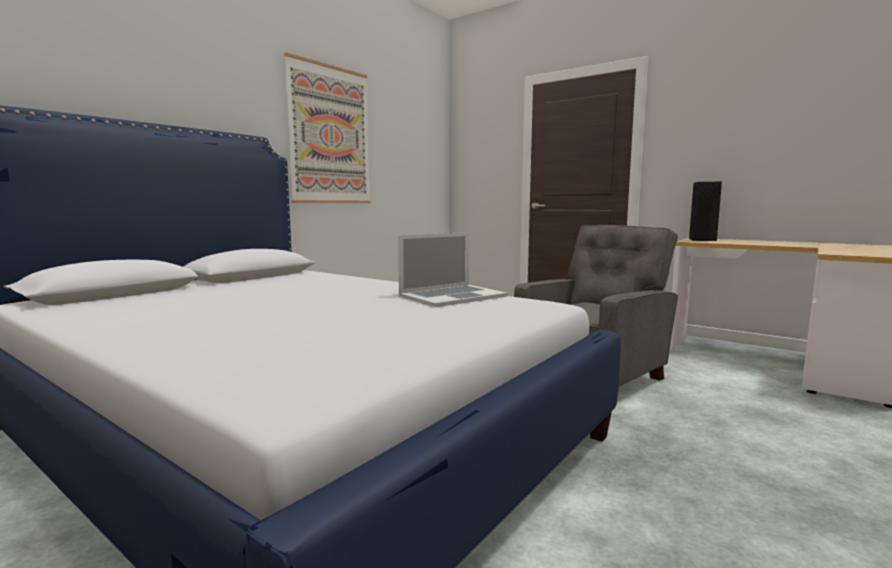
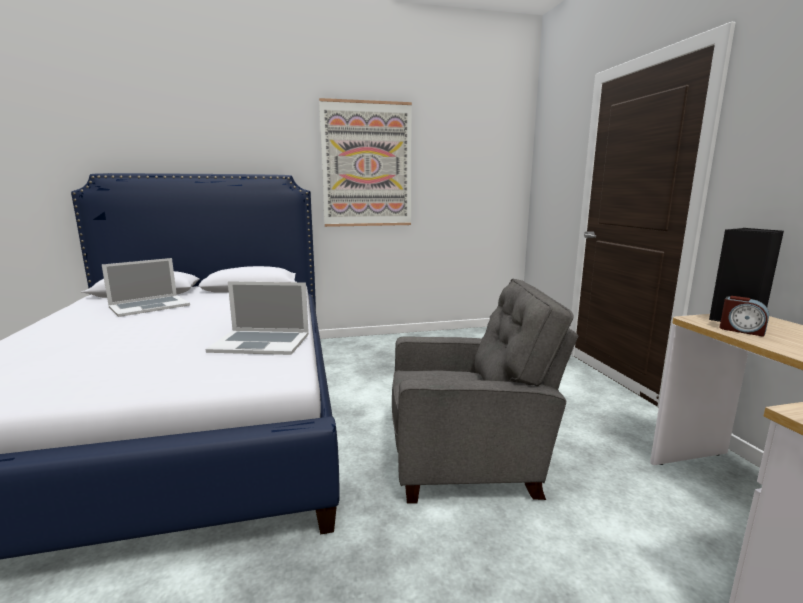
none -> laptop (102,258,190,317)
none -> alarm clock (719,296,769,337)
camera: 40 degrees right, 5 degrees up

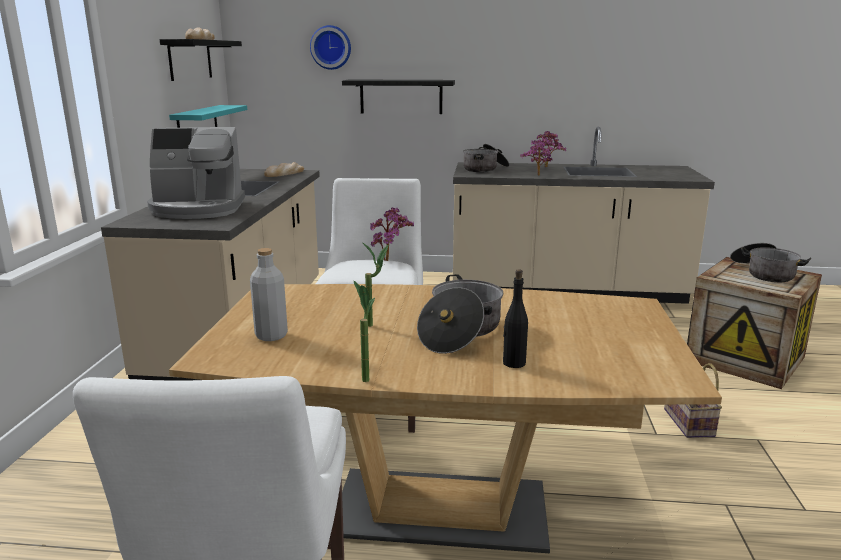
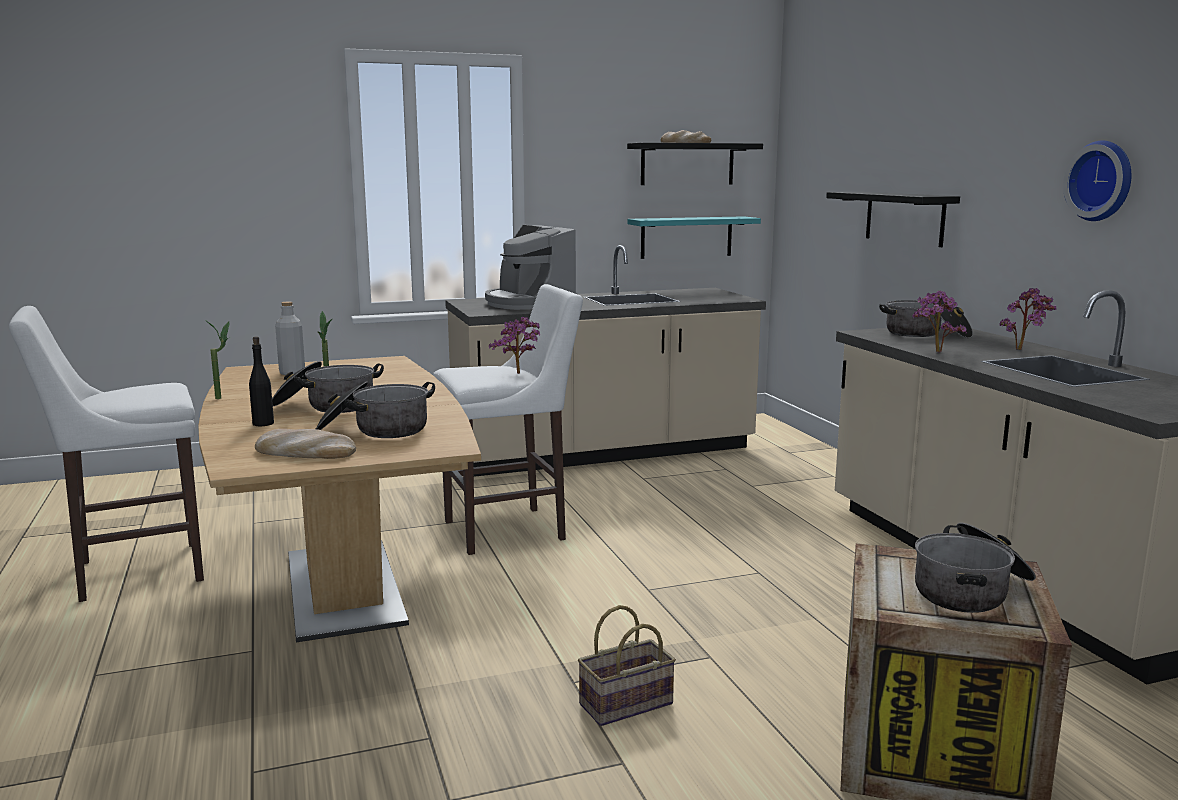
bread (264,162,304,177) -> bread (255,429,356,459), relocated
none -> cooking pot (316,381,435,438)
wall clock (310,25,351,70) -> wall clock (1063,140,1131,221), relocated
camera: 65 degrees right, 5 degrees down

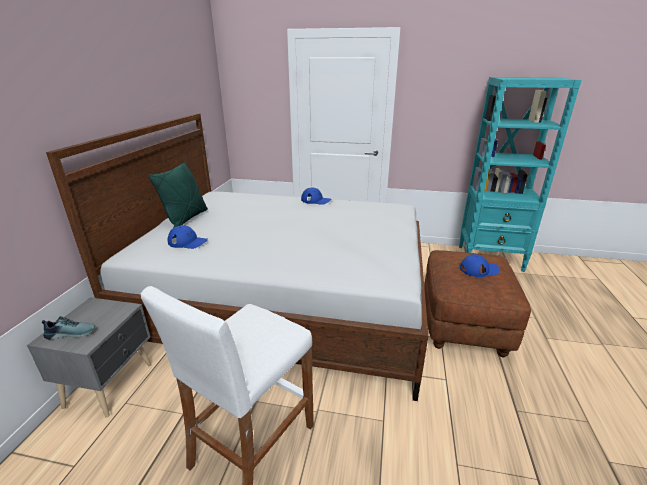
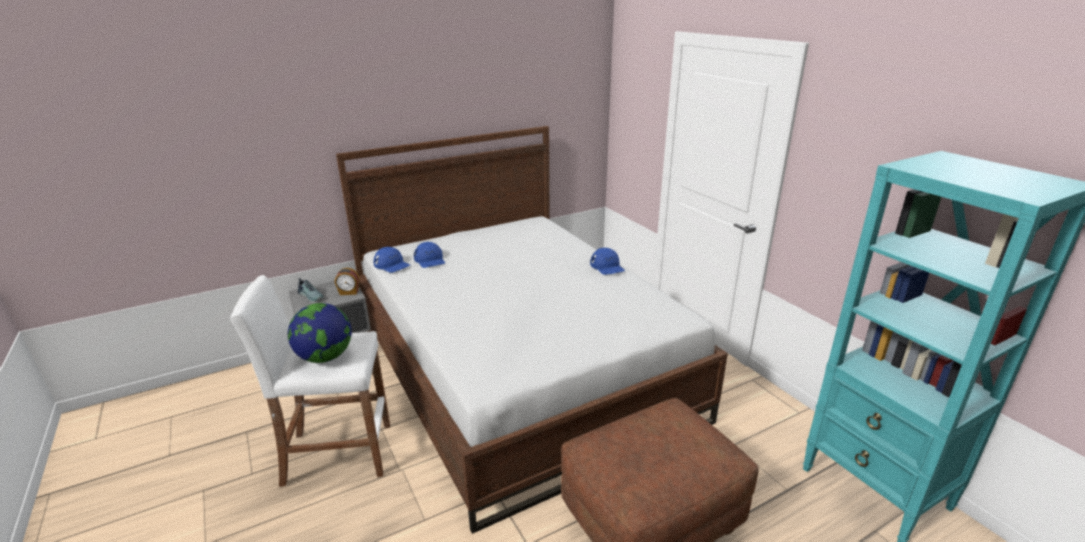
none -> globe (288,303,352,363)
none -> alarm clock (335,268,359,295)
blue cap (460,254,500,277) -> blue cap (374,247,410,273), relocated
green pillow (148,162,208,227) -> none
camera: 50 degrees right, 0 degrees up

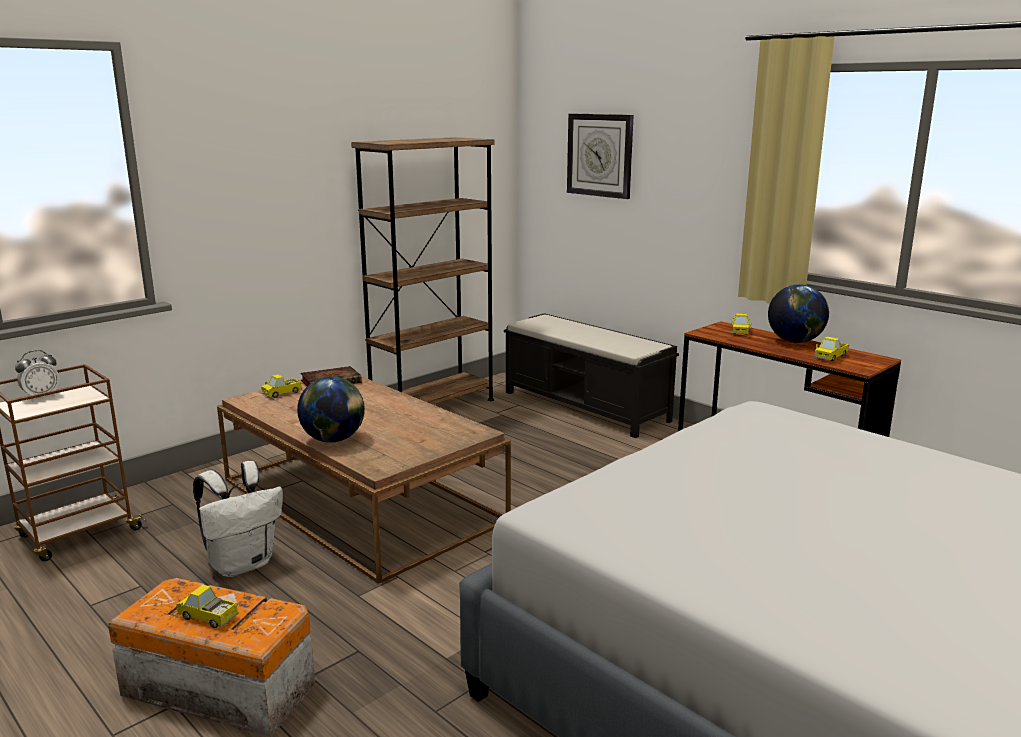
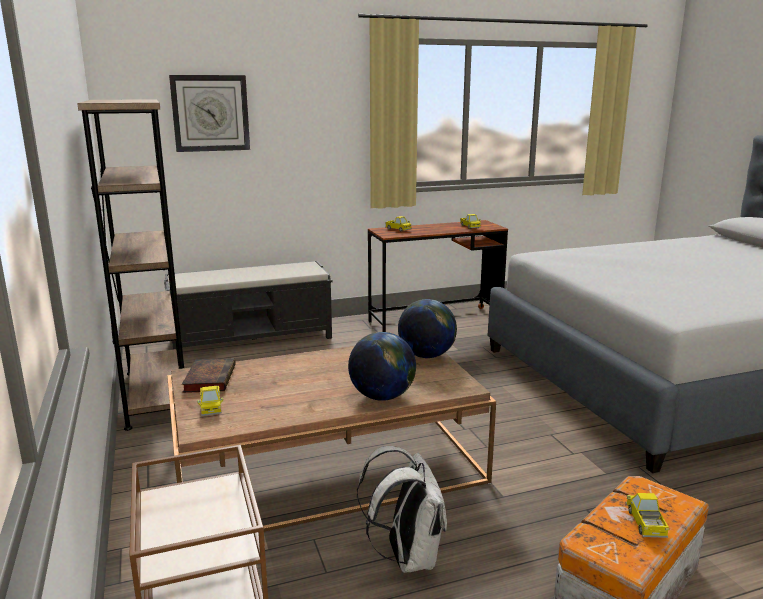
globe (768,284,829,343) -> globe (398,299,457,358), relocated
toy truck (176,585,238,628) -> toy truck (626,493,669,538), 135 degrees clockwise
alarm clock (15,350,60,401) -> none
camera: 65 degrees left, 0 degrees up

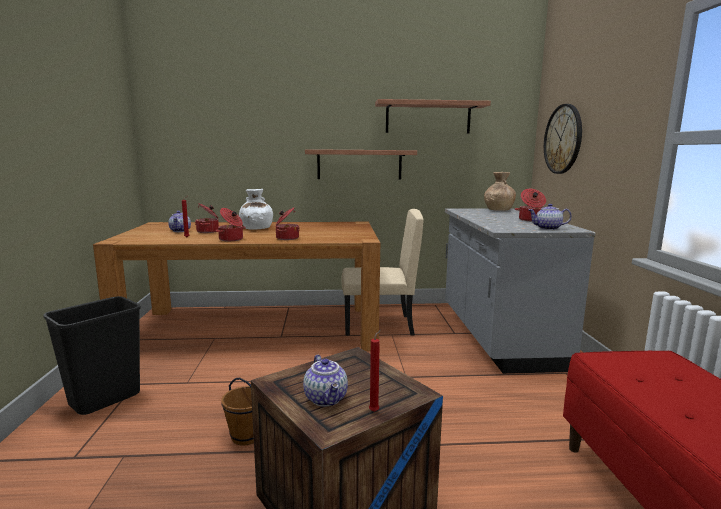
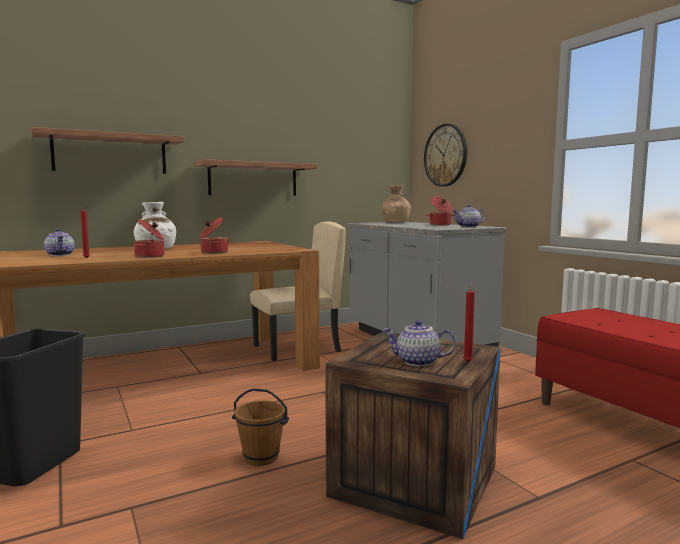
shelf (375,99,491,134) -> shelf (31,127,184,174), relocated
teapot (303,355,348,407) -> teapot (383,320,456,367), 150 degrees clockwise
cooking pot (195,203,219,233) -> none
camera: 25 degrees left, 5 degrees down

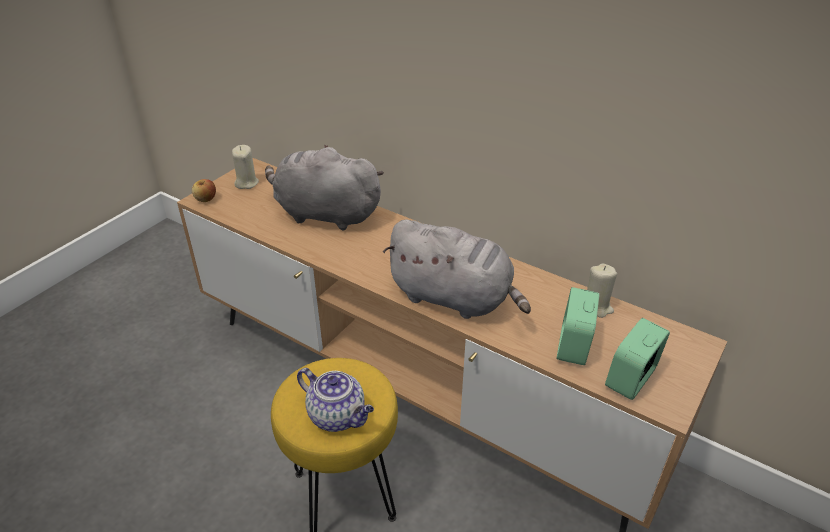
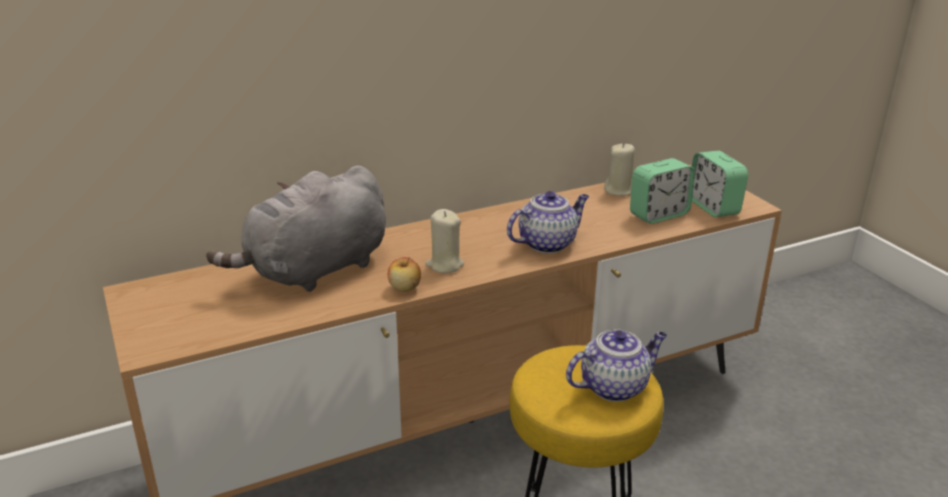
apple (192,179,216,202) -> apple (388,257,421,292), relocated
beige candle (232,145,259,189) -> beige candle (425,209,464,273), relocated
grey plush toy (383,219,531,319) -> teapot (507,191,589,253)
alarm clock (557,287,599,365) -> alarm clock (630,158,695,224), 75 degrees counterclockwise
camera: 60 degrees left, 10 degrees down

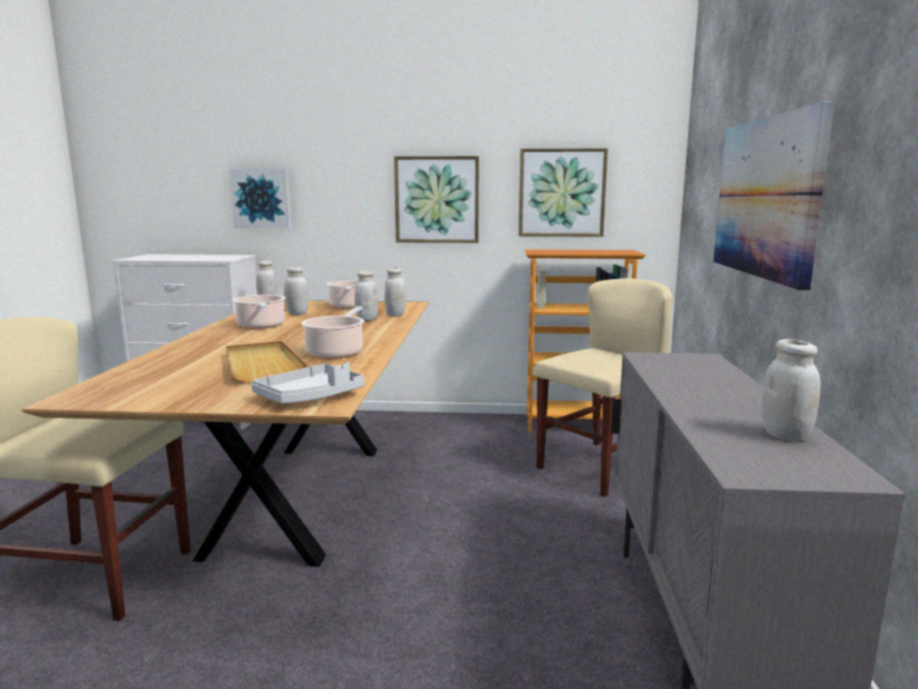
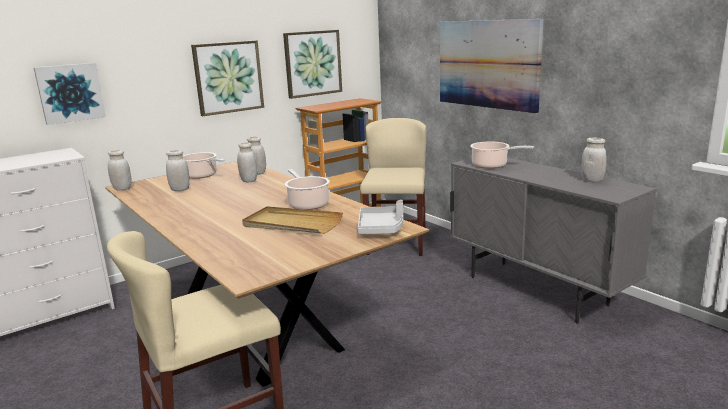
cooking pot (232,295,286,329) -> cooking pot (470,142,534,169), relocated
camera: 40 degrees left, 5 degrees up

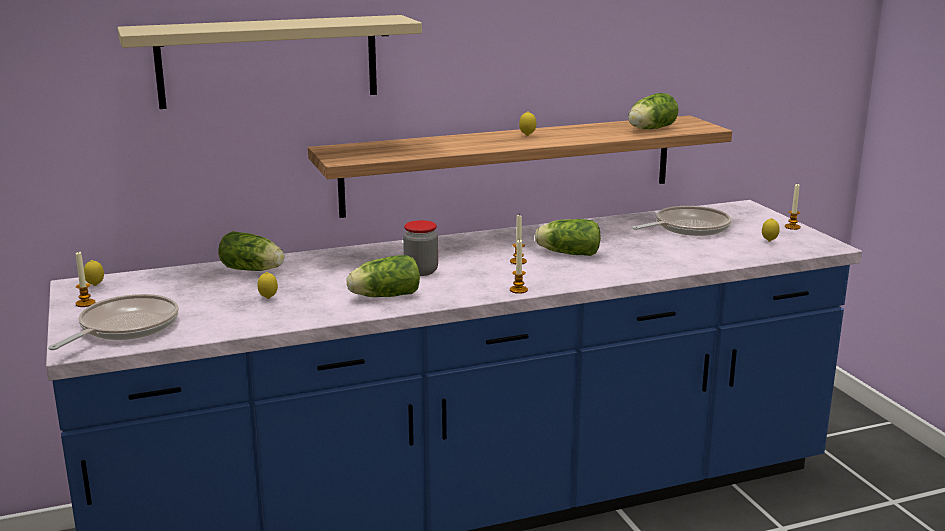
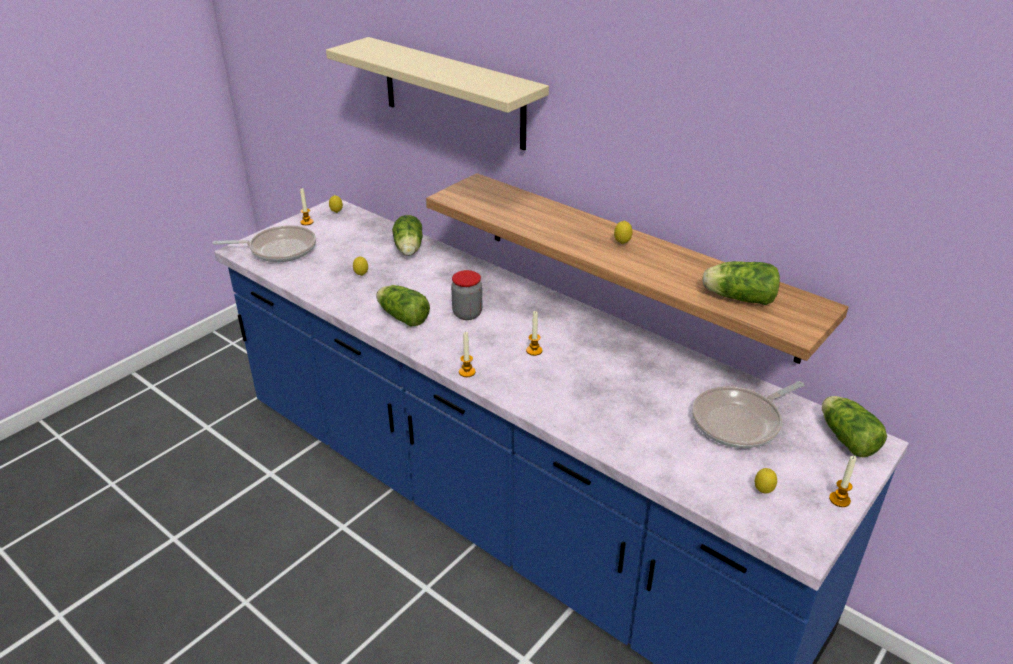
frying pan (632,206,732,236) -> frying pan (692,381,804,448), 120 degrees clockwise
lettuce (535,219,601,256) -> lettuce (822,396,887,457), relocated
camera: 60 degrees right, 15 degrees up

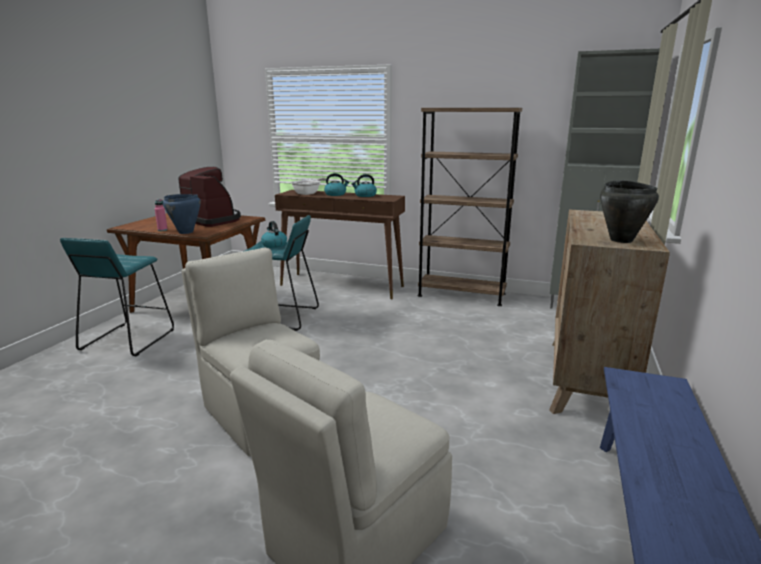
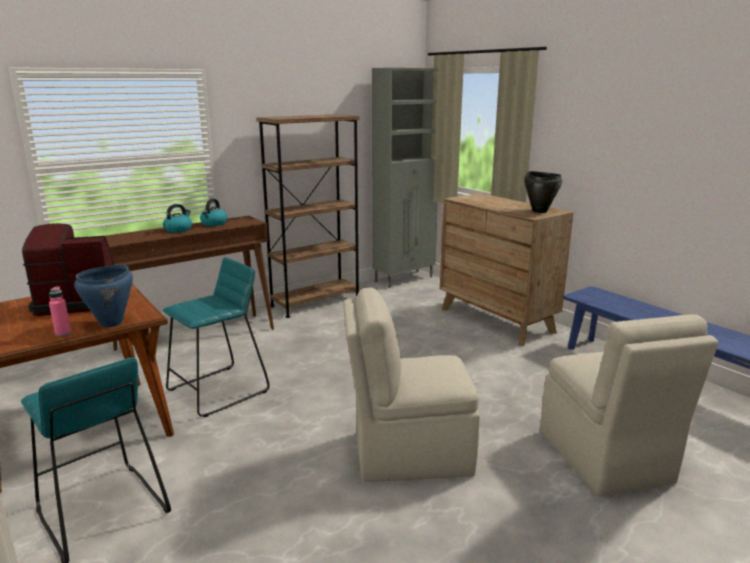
kettle (261,221,287,248) -> none
frying pan (291,178,326,195) -> none
camera: 55 degrees left, 0 degrees up

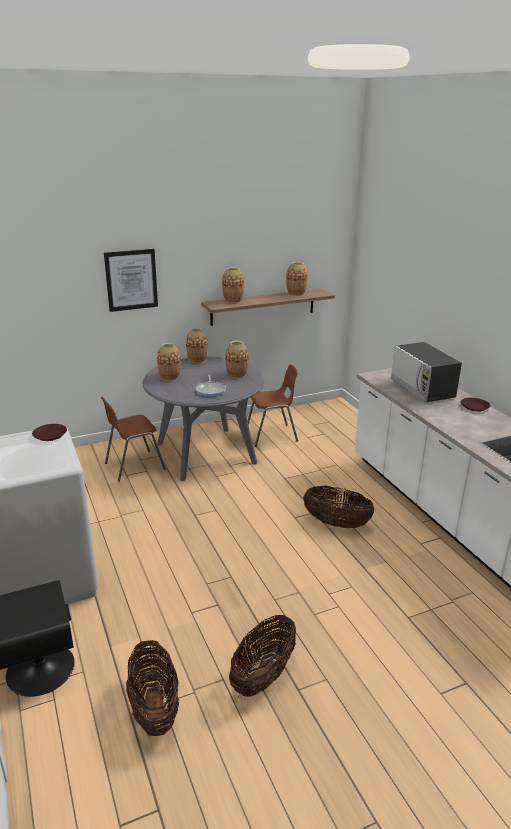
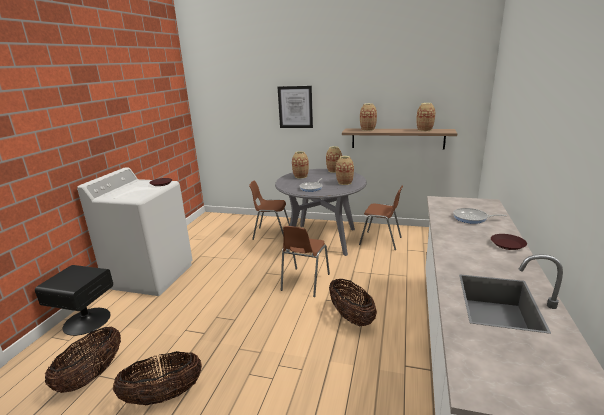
none -> brown chair (281,226,330,297)
microwave (391,342,462,402) -> frying pan (453,208,507,224)
camera: 40 degrees right, 5 degrees down

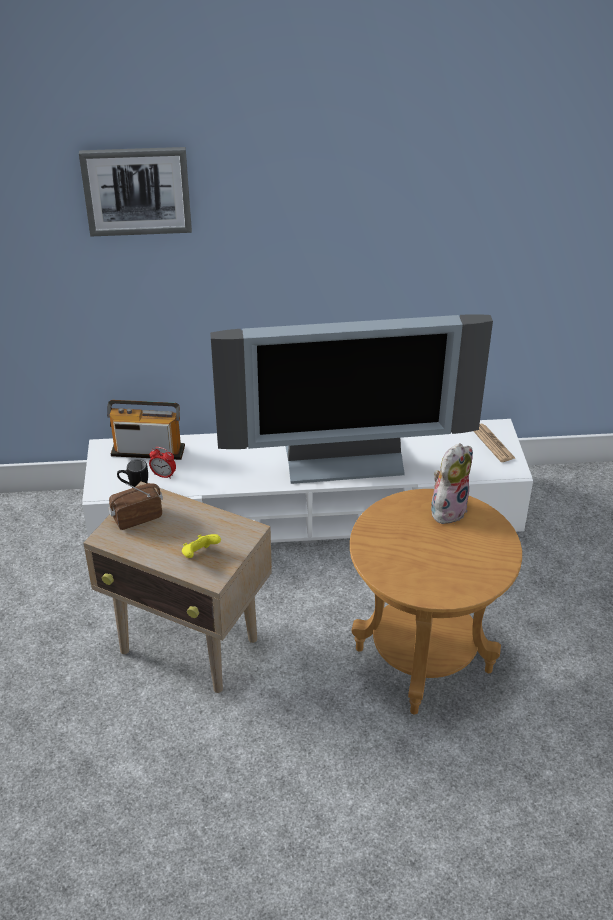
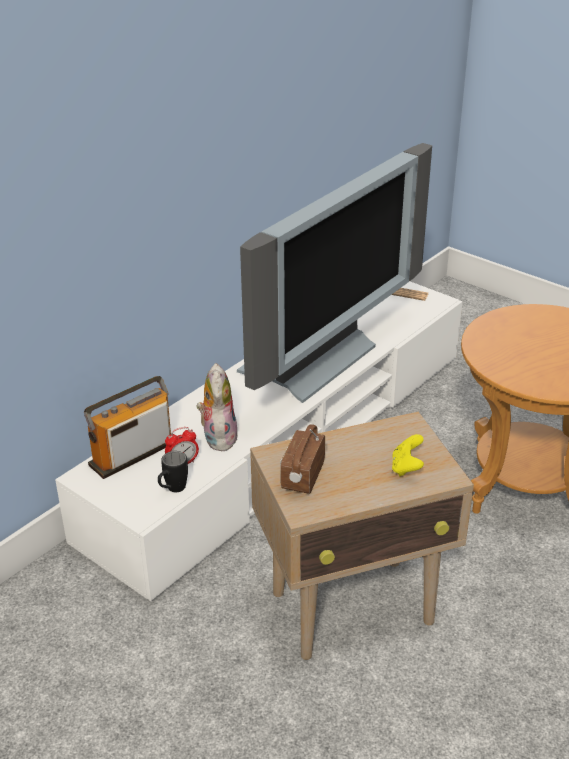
plush toy (431,443,473,524) -> plush toy (197,363,238,451), relocated
picture (79,147,192,236) -> none
camera: 45 degrees left, 5 degrees down

